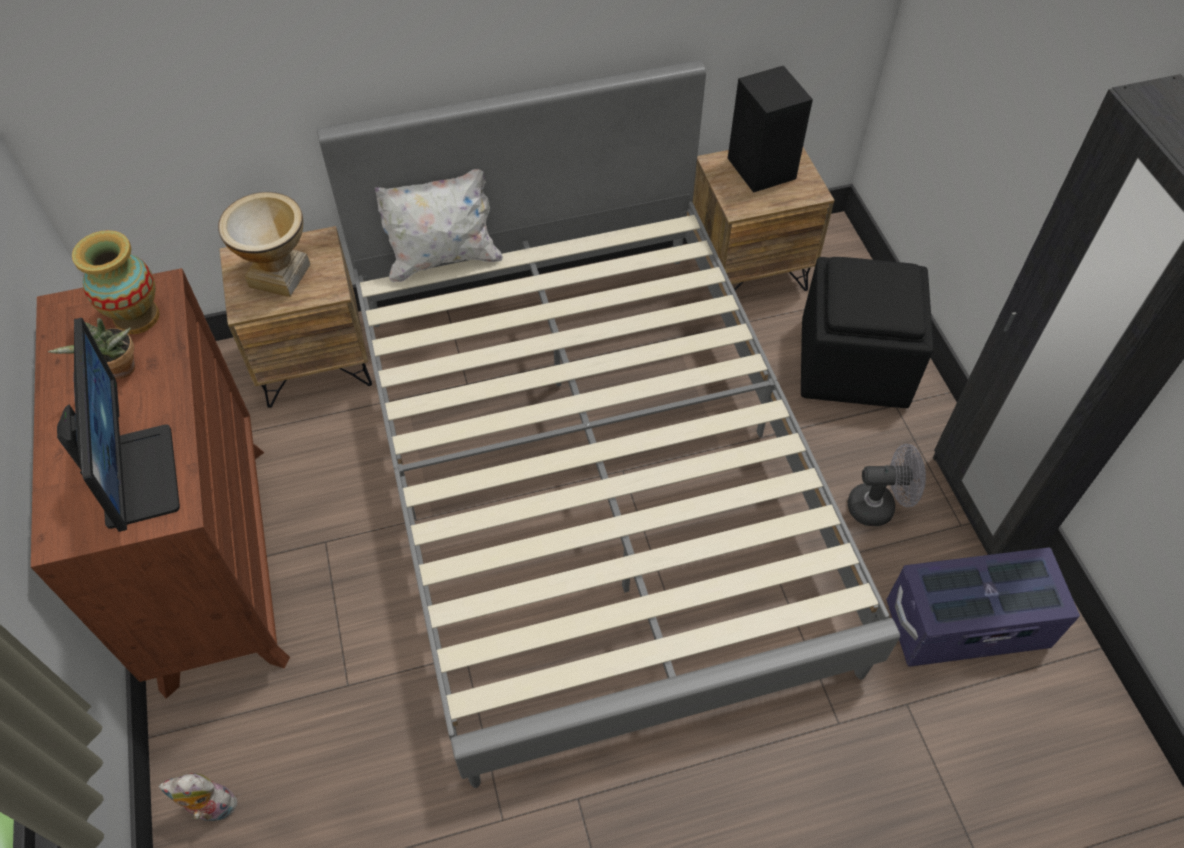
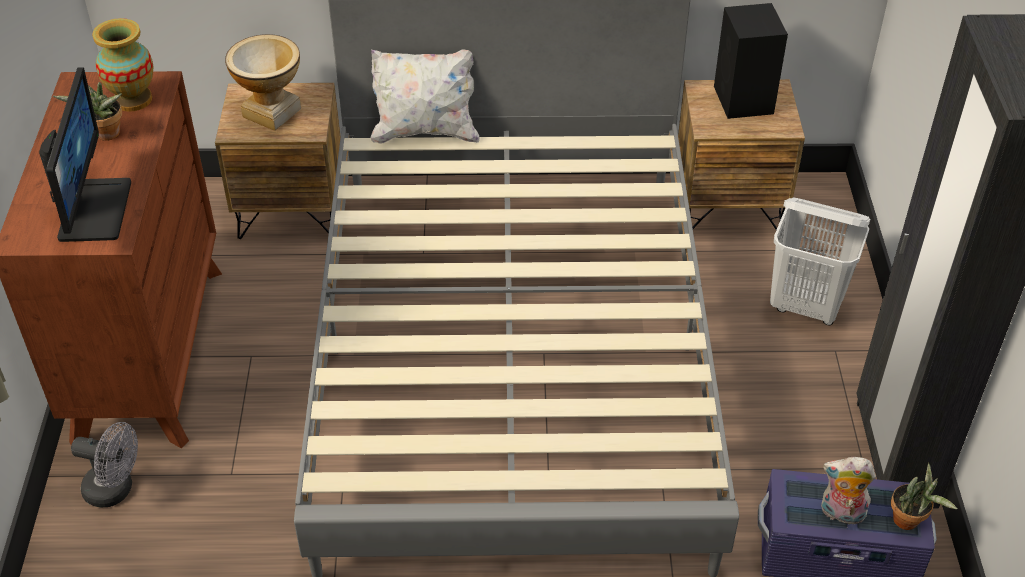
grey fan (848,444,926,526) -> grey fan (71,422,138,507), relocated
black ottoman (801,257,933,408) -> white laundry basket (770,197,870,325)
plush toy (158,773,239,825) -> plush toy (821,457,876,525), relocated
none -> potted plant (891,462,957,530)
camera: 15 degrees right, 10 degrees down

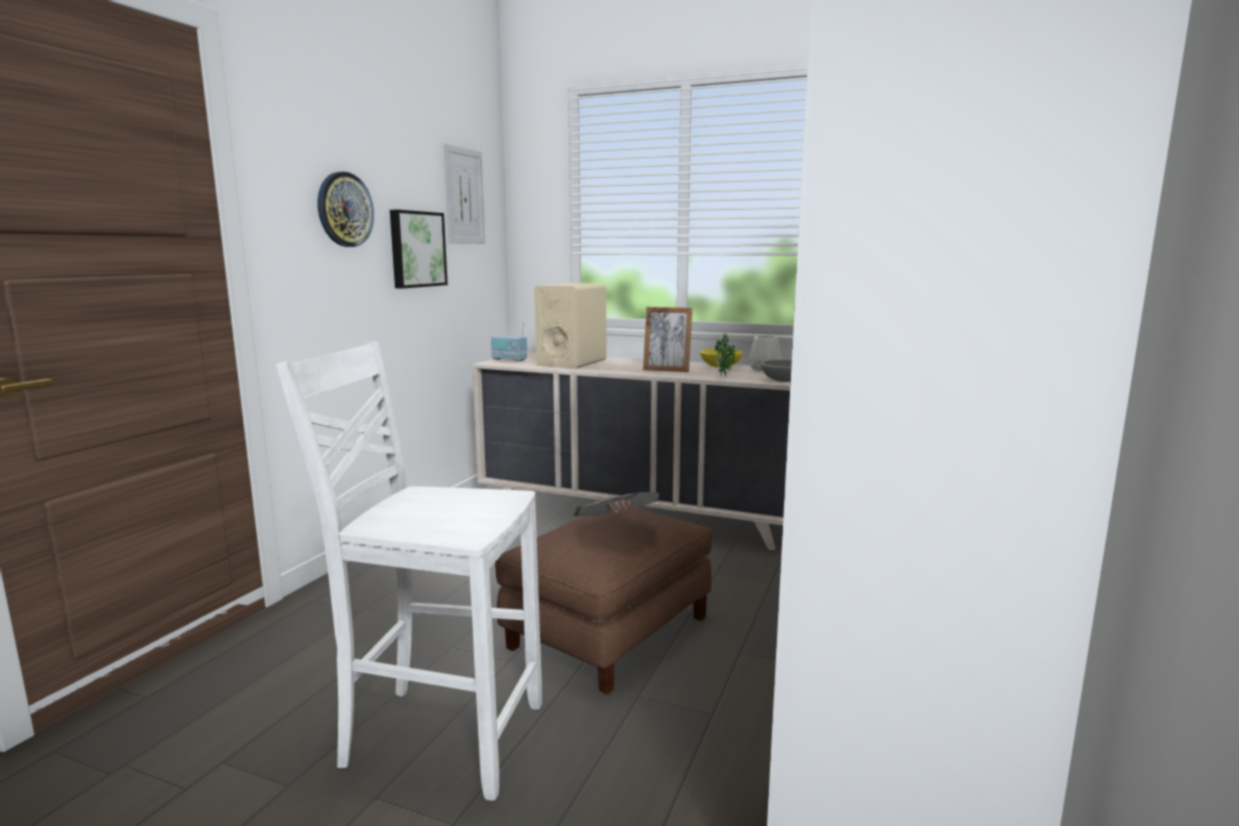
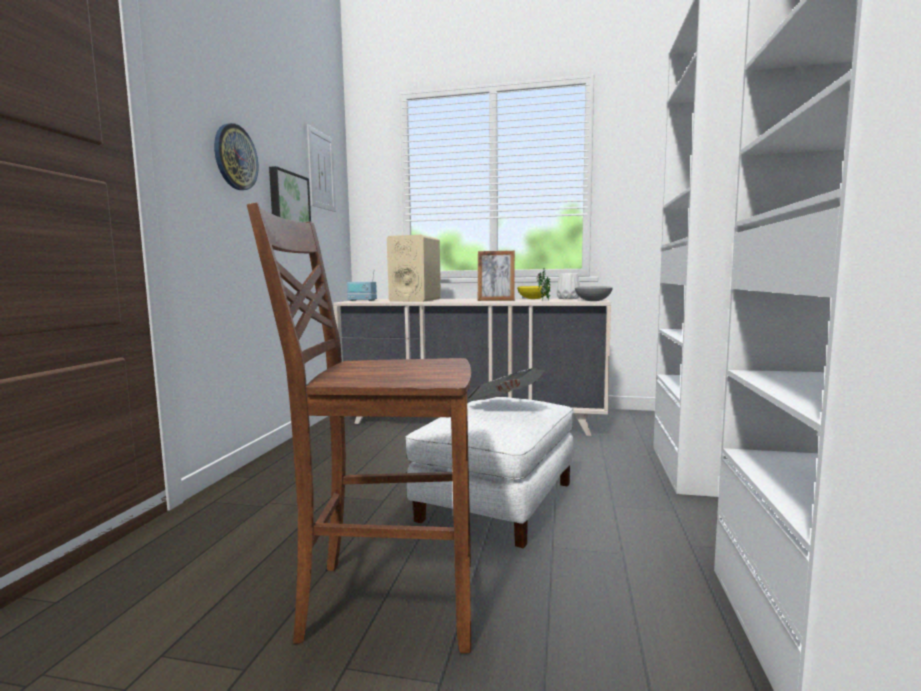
white chair (276,341,542,801) -> brown chair (247,203,471,654)
brown ottoman (495,508,712,694) -> white ottoman (405,397,574,548)
camera: 10 degrees left, 5 degrees down

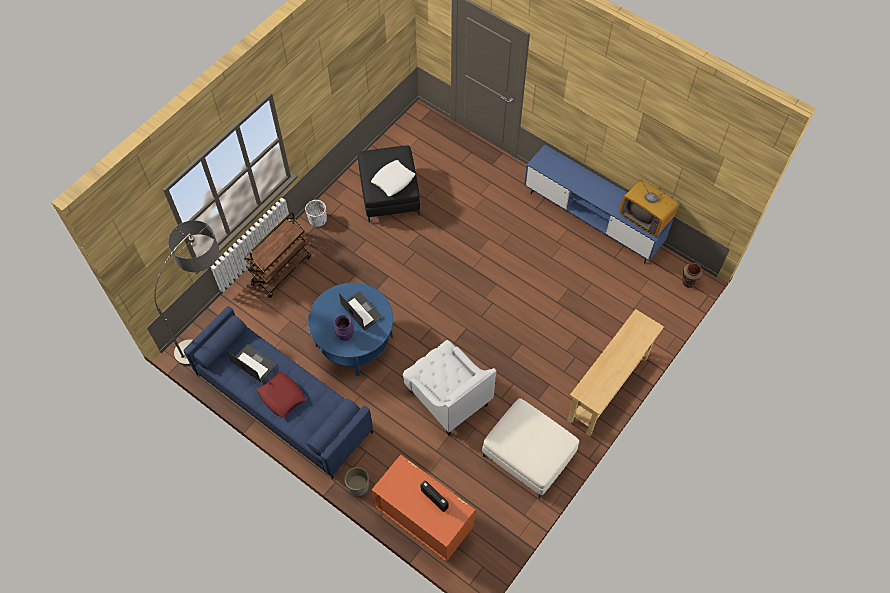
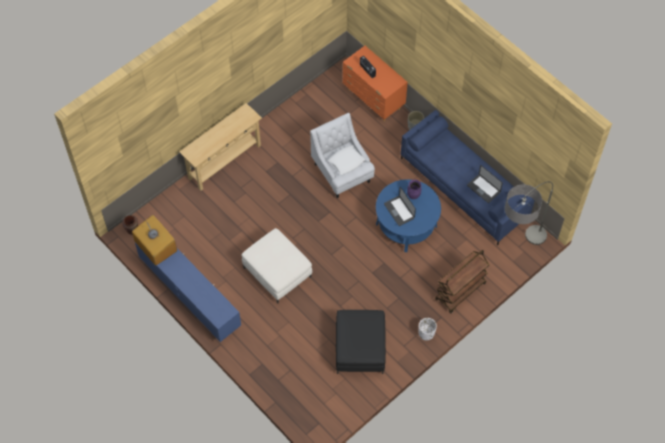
white ottoman (482,398,579,499) -> white ottoman (242,228,312,304), relocated
white pillow (371,160,415,196) -> white pillow (328,145,365,175), relocated
red pillow (256,372,306,418) -> none
camera: 170 degrees left, 0 degrees up

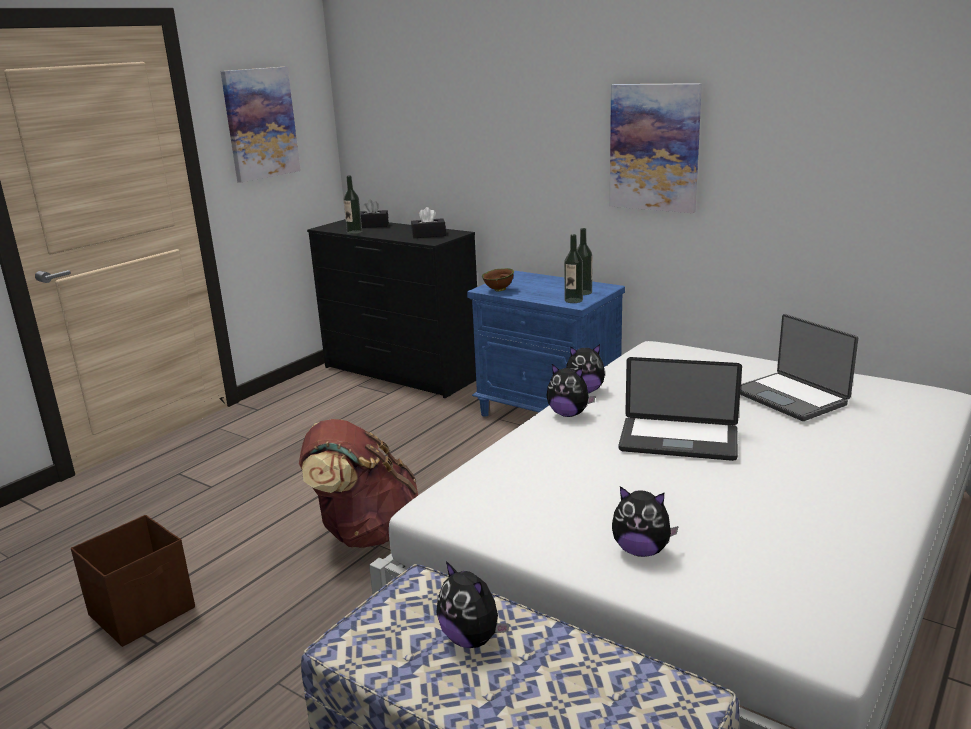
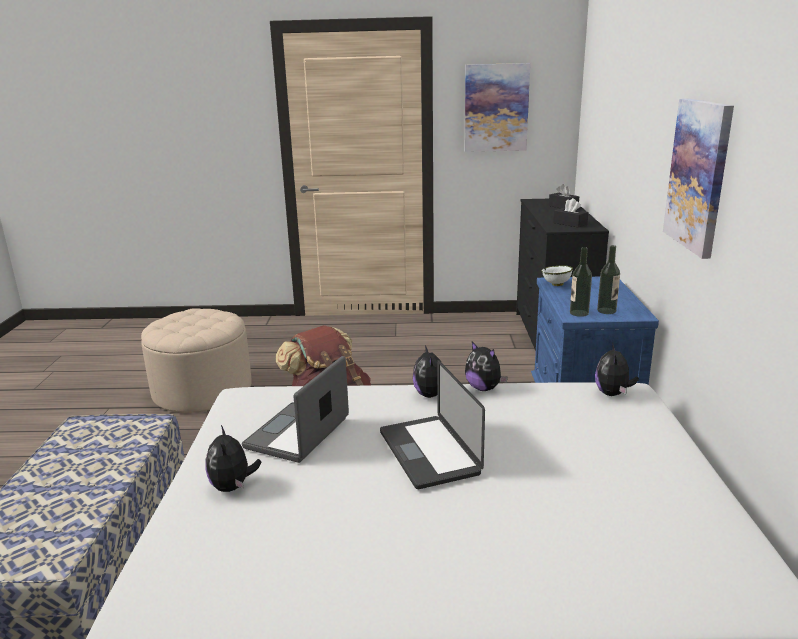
brown storage box (71,515,195,647) -> beige ottoman (141,308,252,413)
laptop (740,314,858,421) -> laptop (242,356,349,463), relocated
brown bowl (482,268,514,291) -> white bowl (541,265,573,286)
plush toy (436,561,509,648) -> plush toy (595,343,639,396), relocated
bottle (344,175,362,234) -> none
camera: 55 degrees right, 0 degrees up

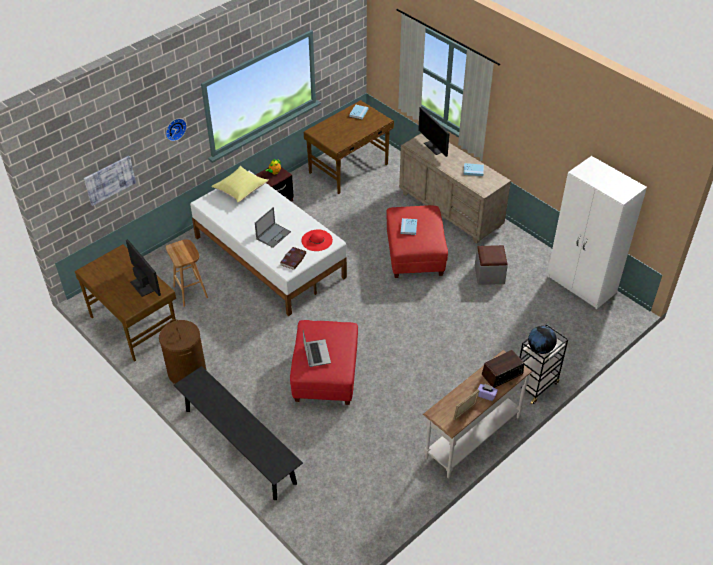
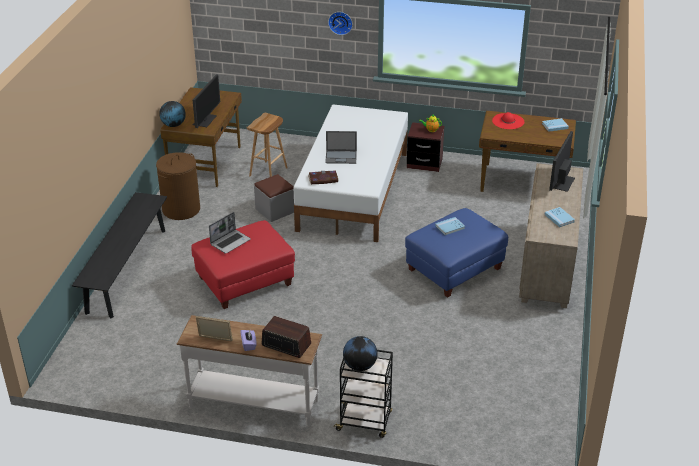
none -> globe (159,101,186,127)
grey ottoman (475,245,508,285) -> grey ottoman (254,174,294,222), relocated
red ottoman (386,205,448,278) -> blue ottoman (405,208,508,298)
red hat (301,229,333,251) -> red hat (492,112,524,129), relocated
picture (84,156,136,206) -> none
yellow pillow (211,166,269,202) -> none
white wardrobe (548,156,647,309) -> none
camera: 55 degrees right, 10 degrees down

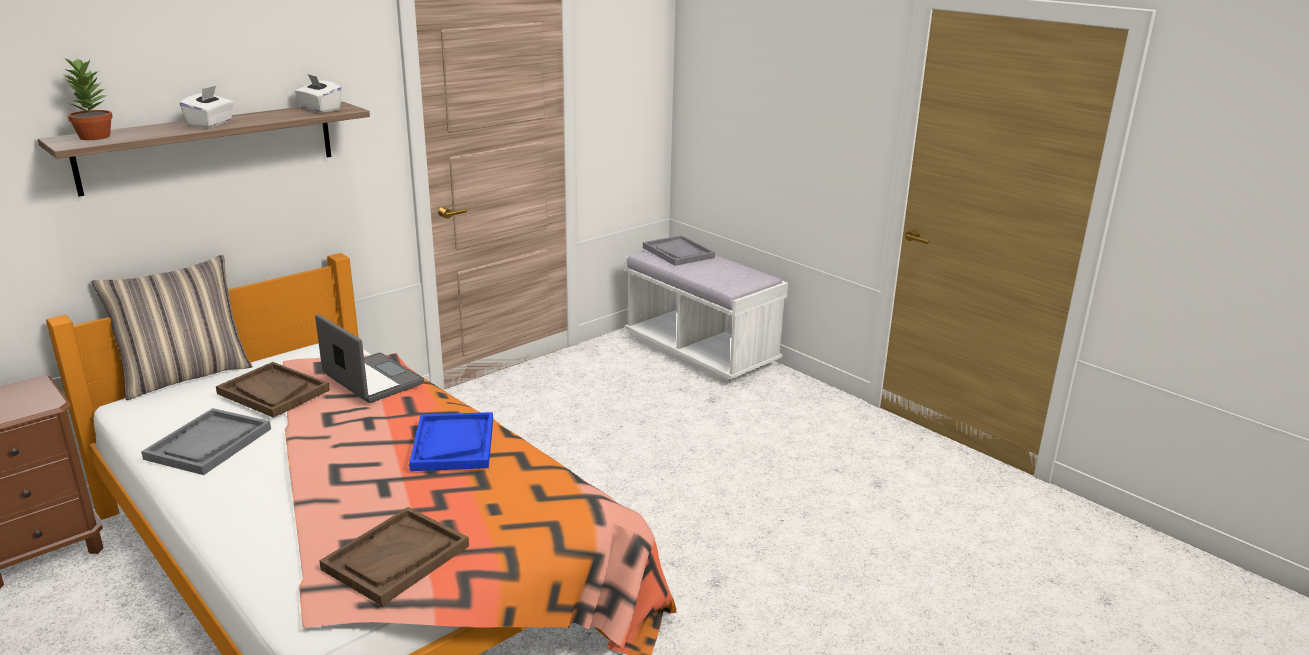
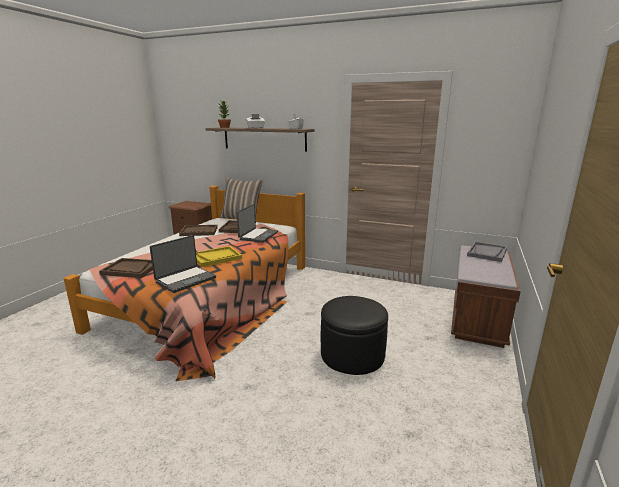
none -> laptop (150,235,216,293)
grey tray (141,408,271,475) -> brown tray (179,225,218,236)
blue tray (409,412,493,471) -> yellow tray (196,246,242,267)
none -> black ottoman (321,296,388,375)
white bench (625,250,788,384) -> brown bench (451,246,521,348)
camera: 65 degrees right, 5 degrees down

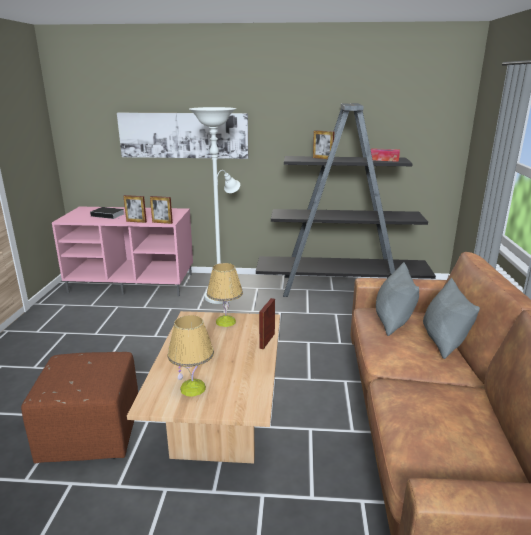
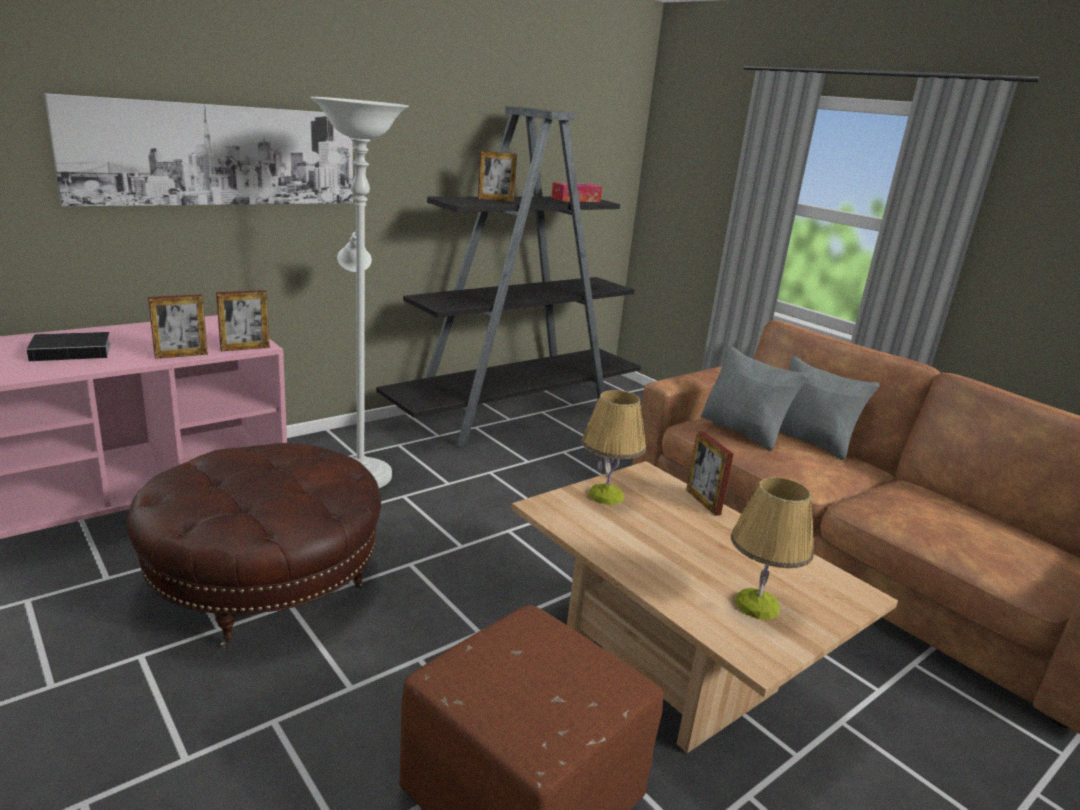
none -> brown ottoman (127,443,381,648)
camera: 45 degrees left, 0 degrees up

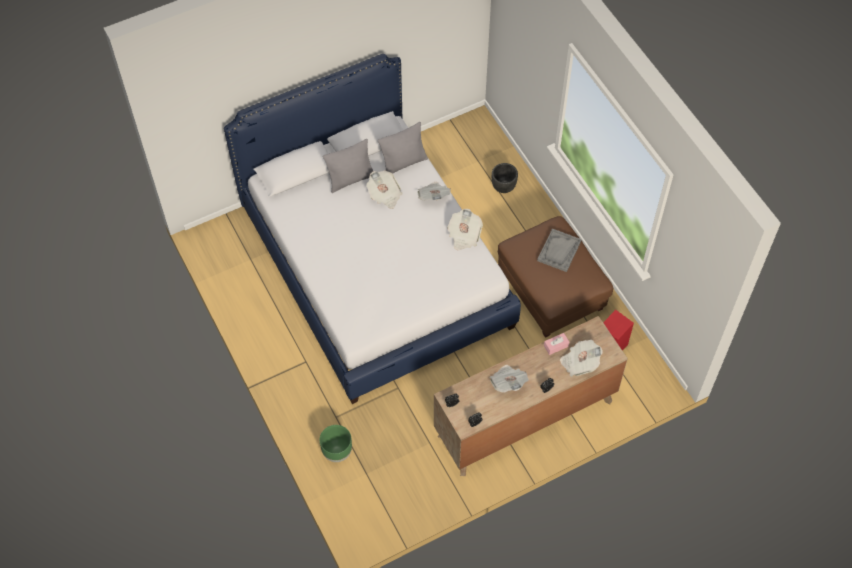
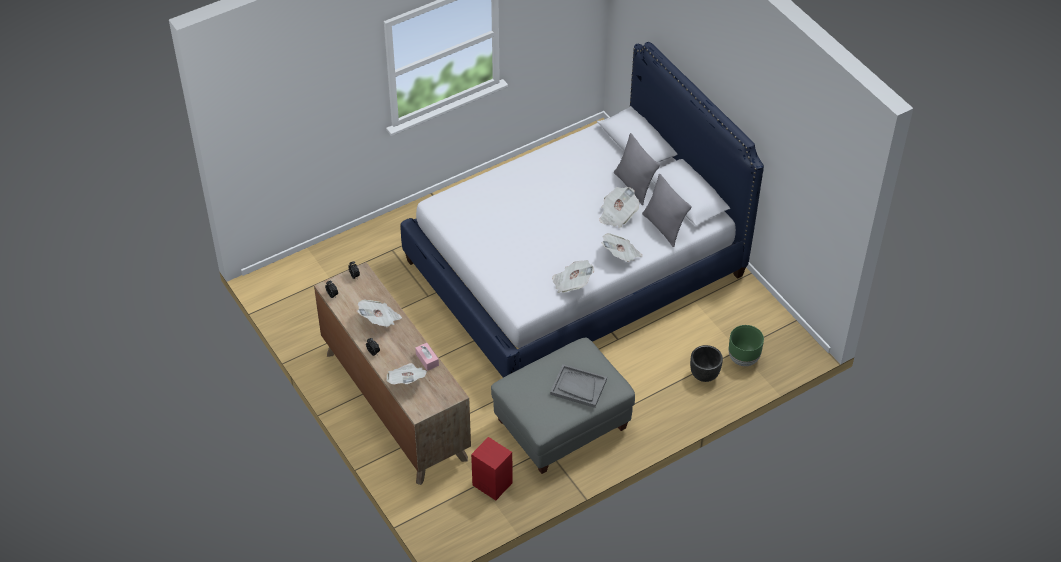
brown ottoman (498,216,613,338) -> grey ottoman (491,337,635,474)
green planter (320,425,352,462) -> green planter (729,325,764,366), relocated
camera: 85 degrees right, 10 degrees down

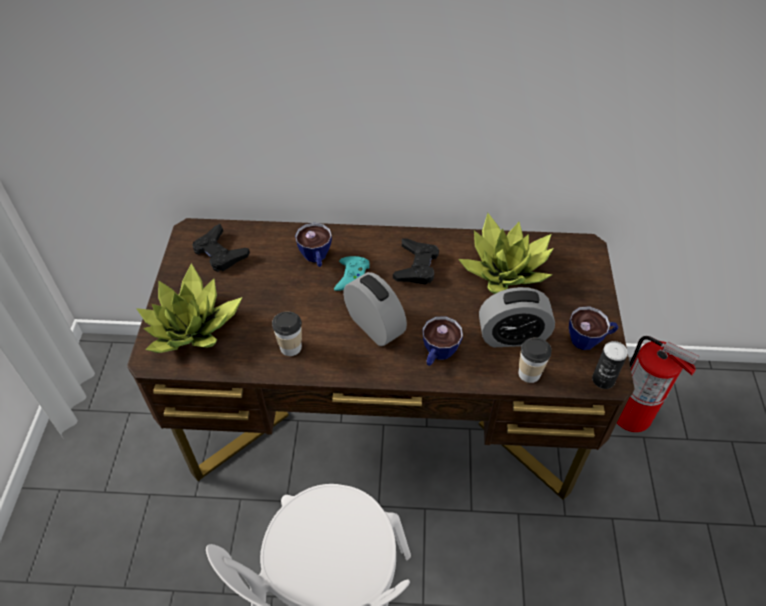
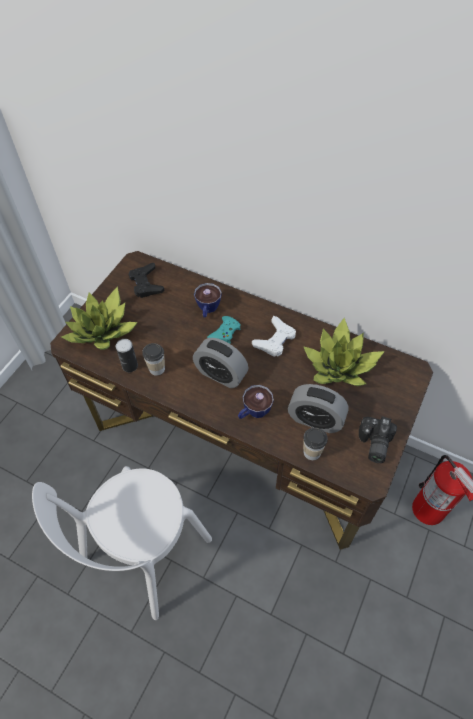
can (592,341,628,389) -> can (116,339,138,372), relocated
alarm clock (343,272,407,346) -> alarm clock (193,338,248,388), 135 degrees clockwise
black game controller (393,238,439,284) -> white game controller (252,316,296,357)
cup (569,306,619,350) -> photo camera (359,417,397,463)
camera: 25 degrees right, 5 degrees up

